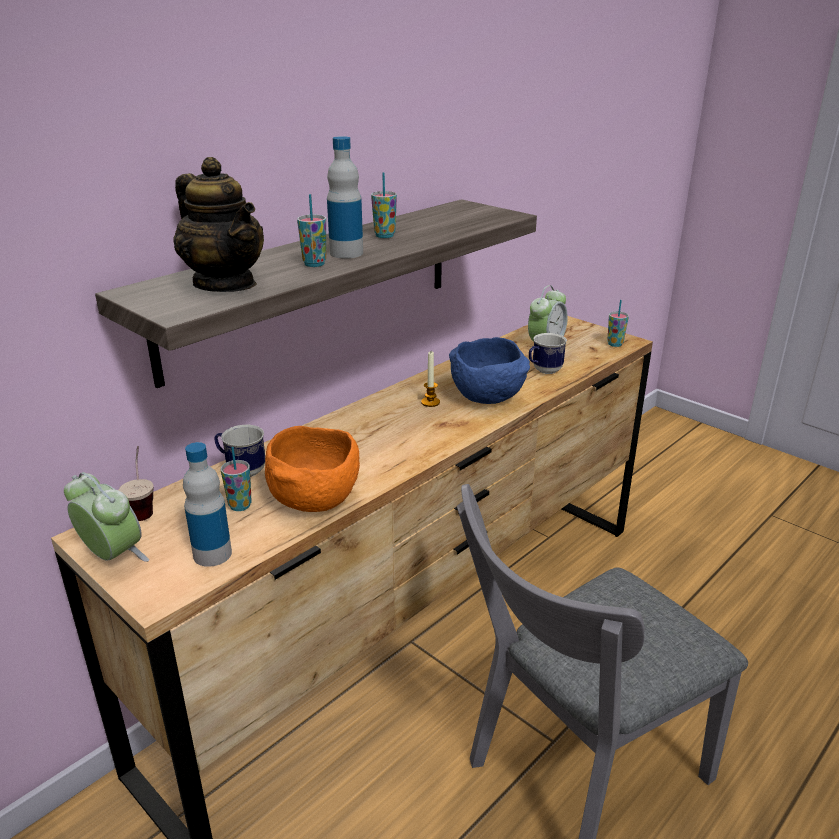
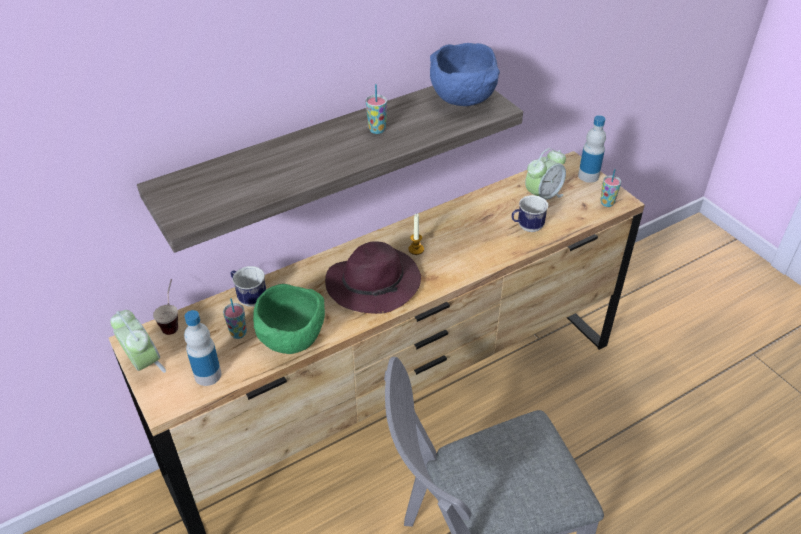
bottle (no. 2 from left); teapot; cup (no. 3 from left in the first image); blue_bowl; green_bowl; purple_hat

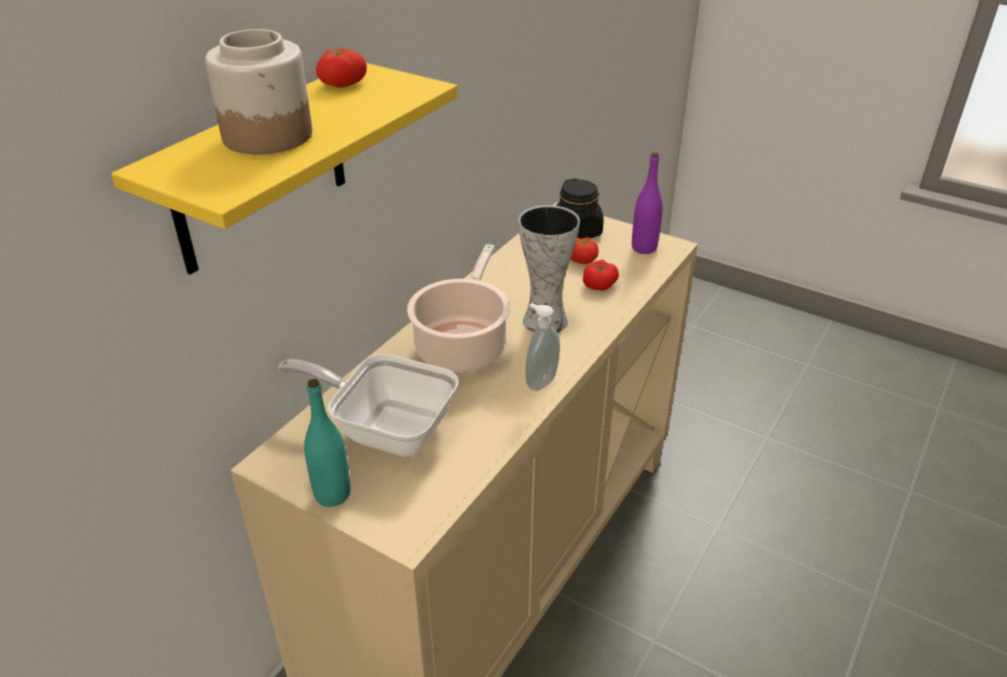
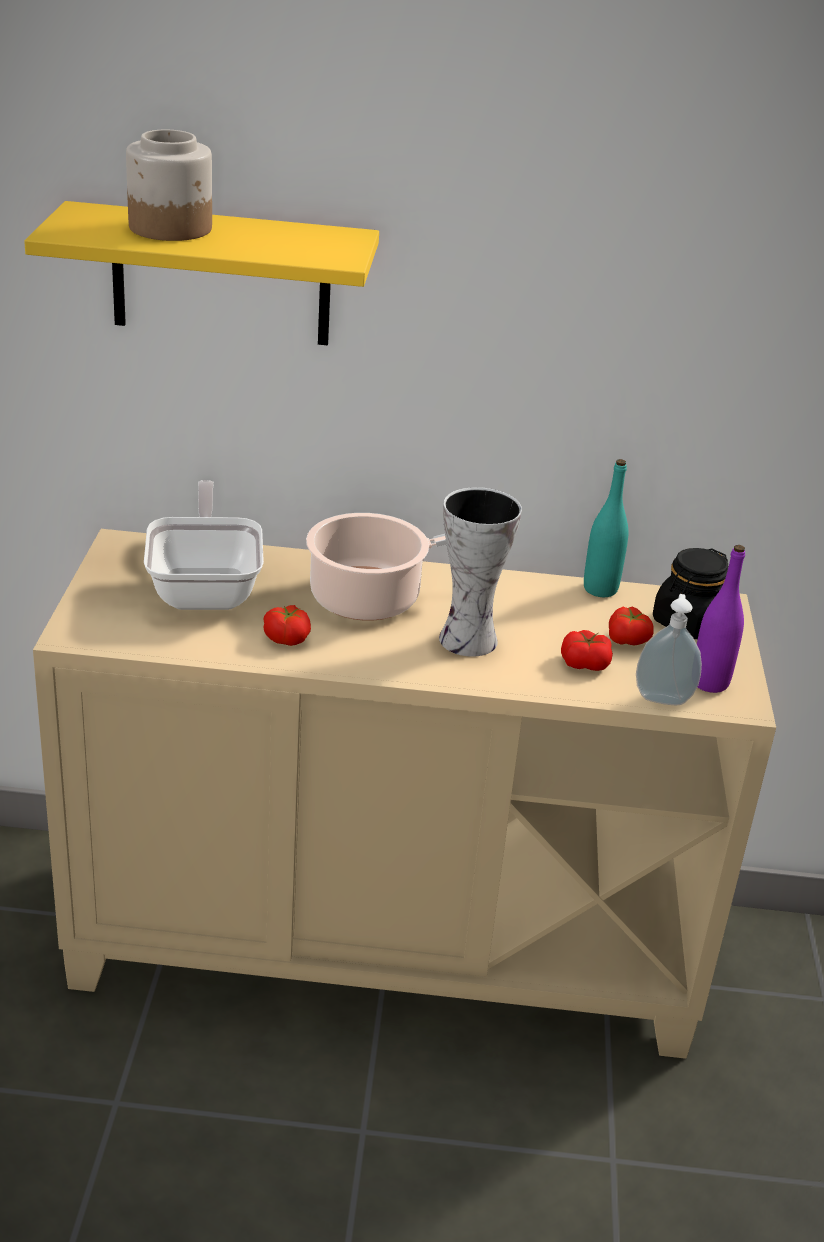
tomato (no. 1 from left); soap_dispenser; turquoise_bottle

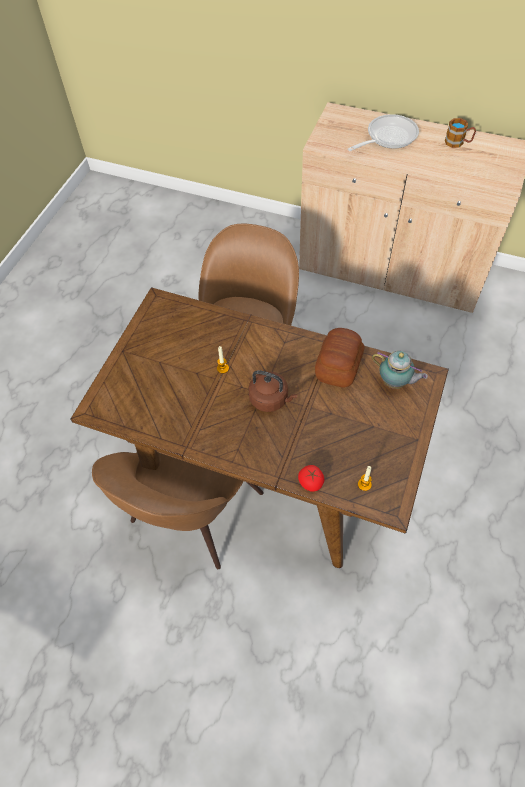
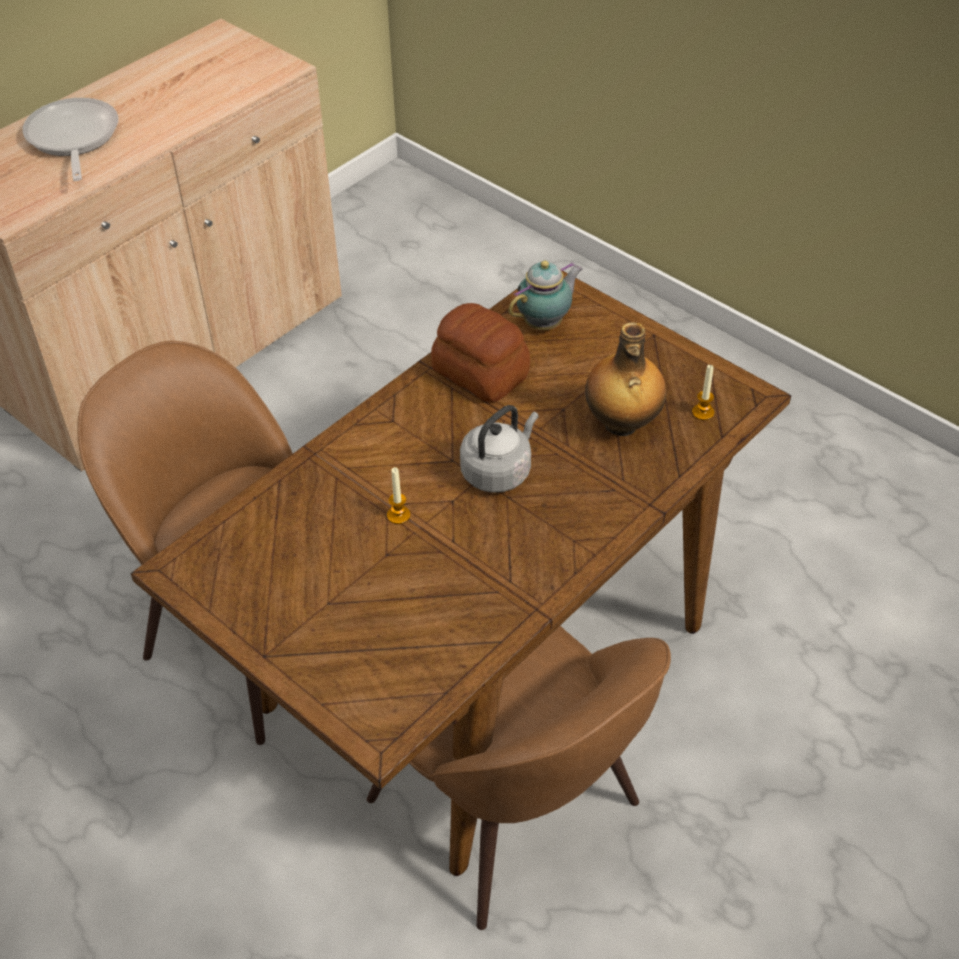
mug; grey_kettle; tomato; bottle

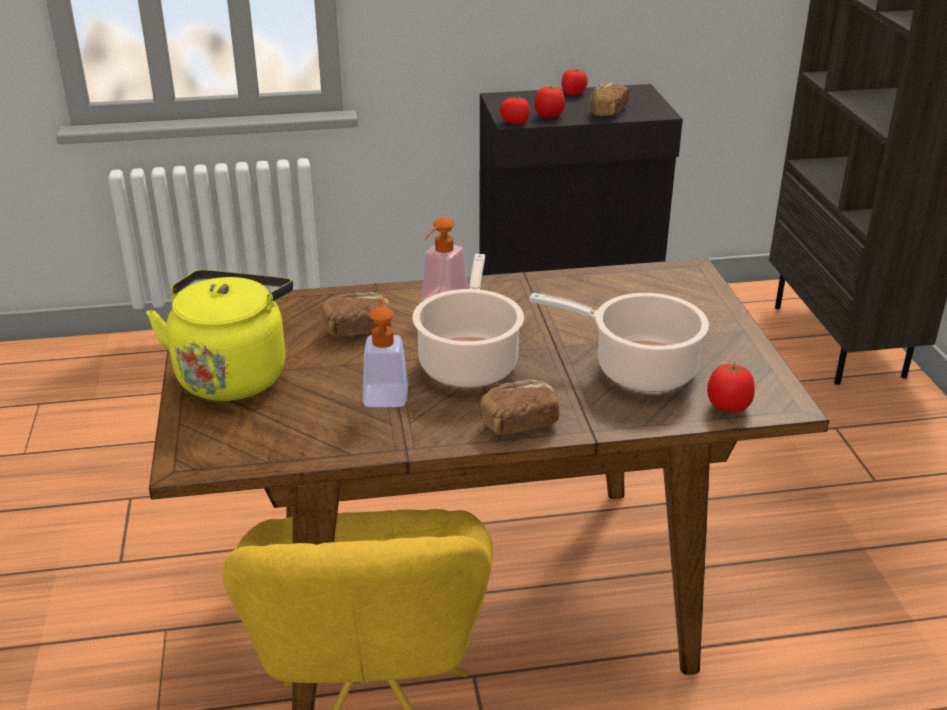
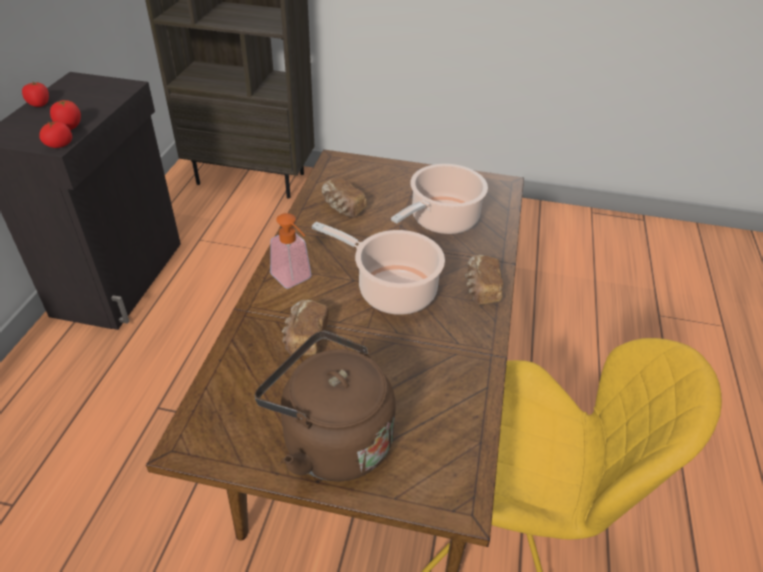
bread (no. 2 from left); brown_kettle; soap_dispenser (no. 1 from left in the first image); tomato (no. 4 from left in the first image)

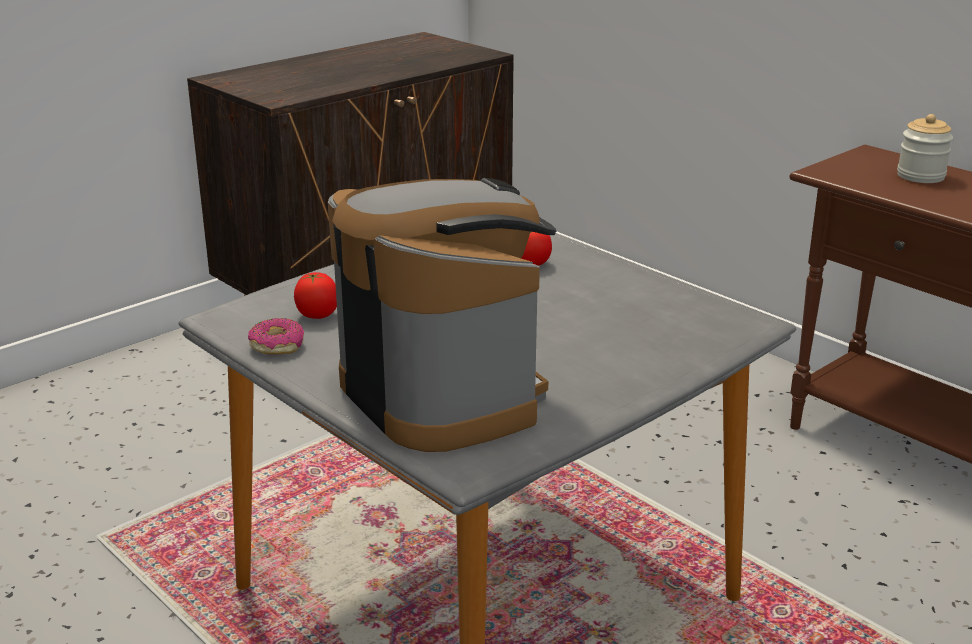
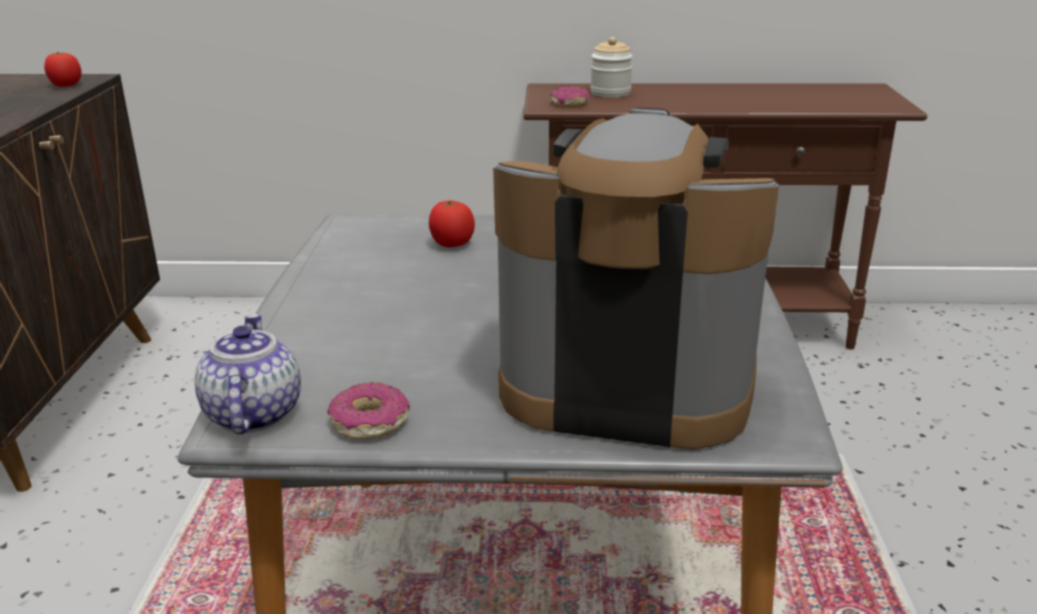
tomato (no. 1 from left); donut (no. 2 from left); teapot

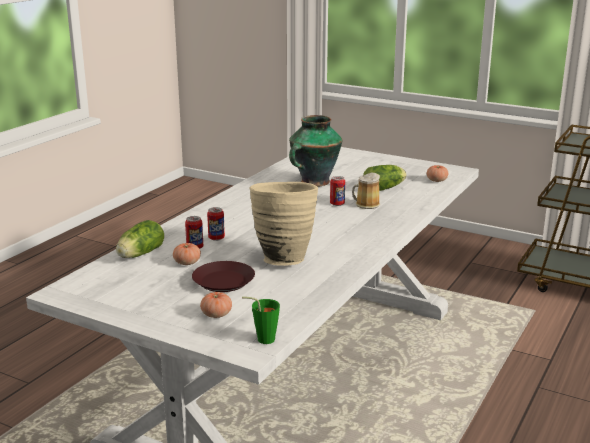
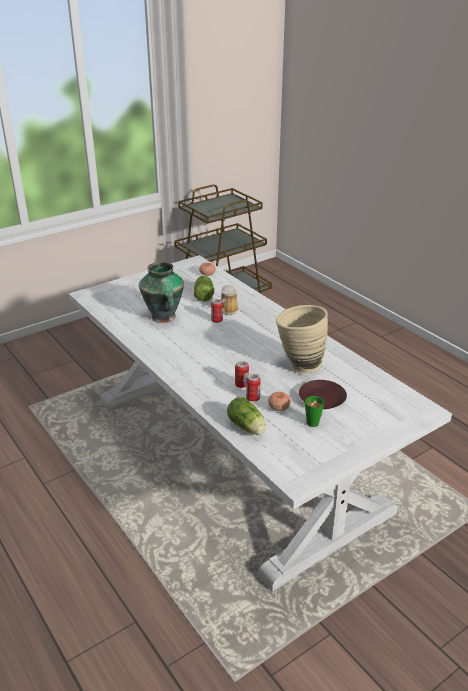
tomato (no. 2 from left in the first image); green_cup

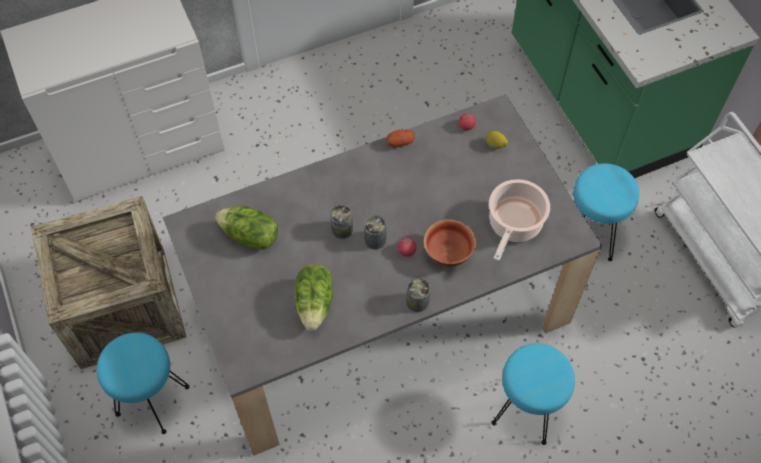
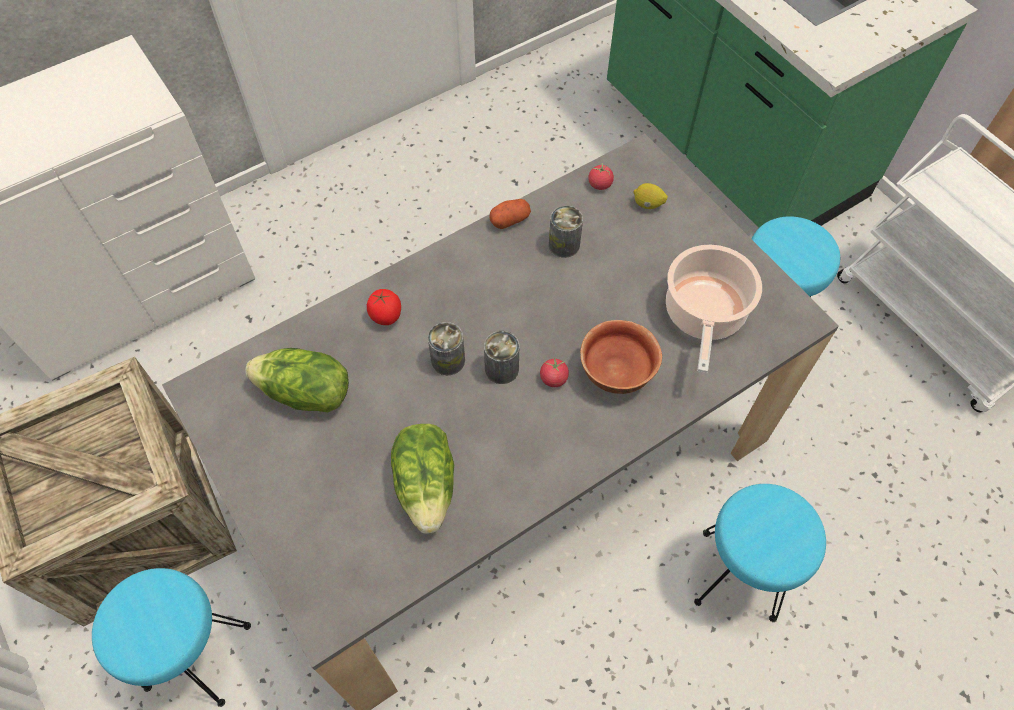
can (no. 3 from left); tomato (no. 1 from left)

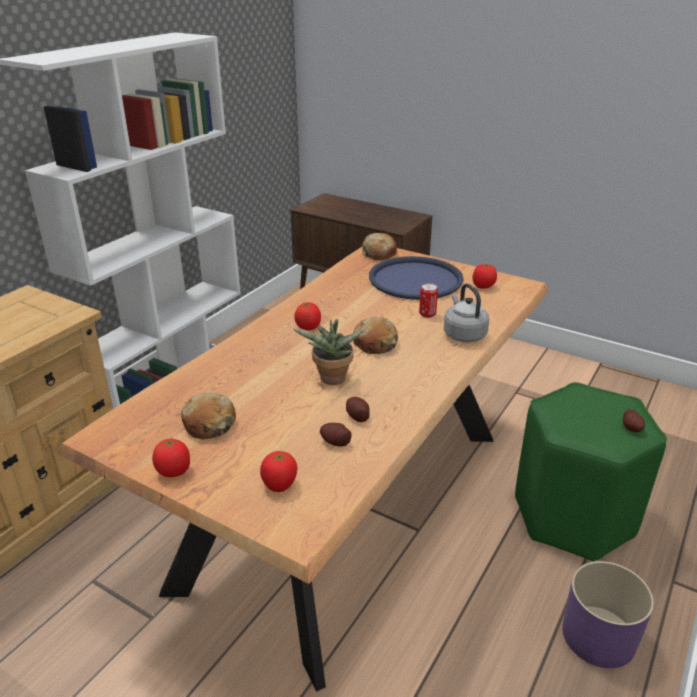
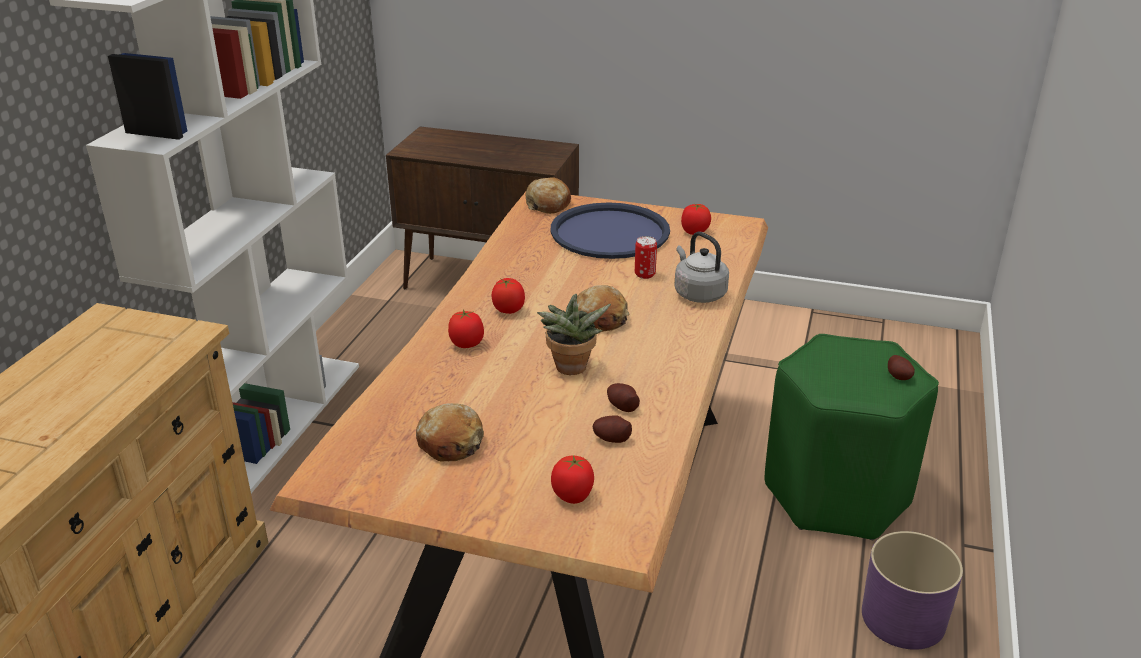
tomato (no. 1 from left)

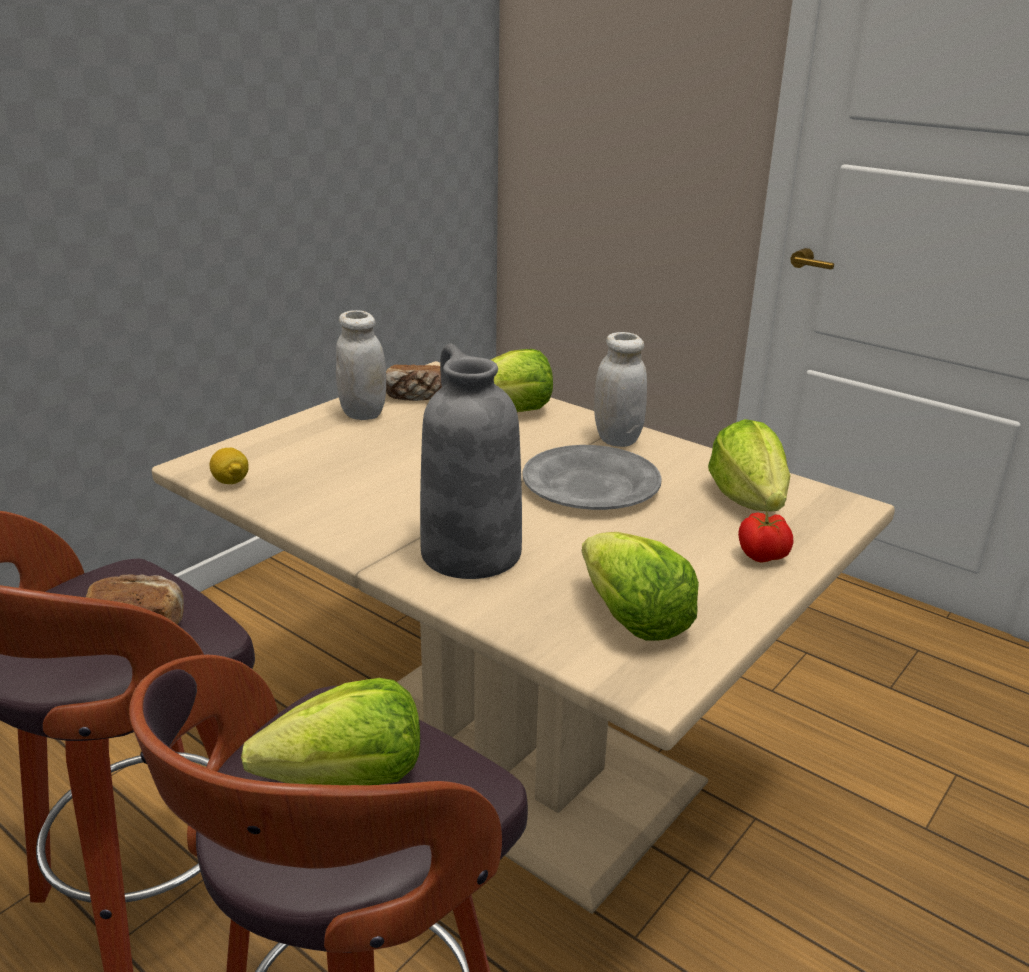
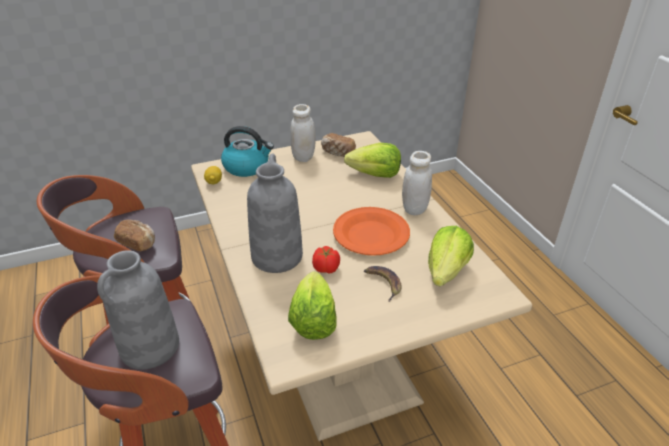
orange_plate; tomato; grey_vase (no. 1 from left); kettle; banana

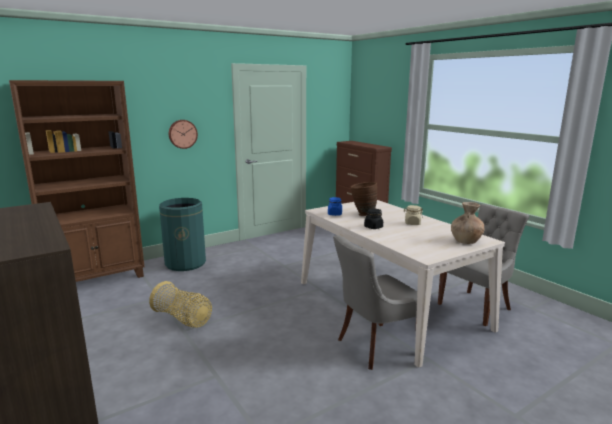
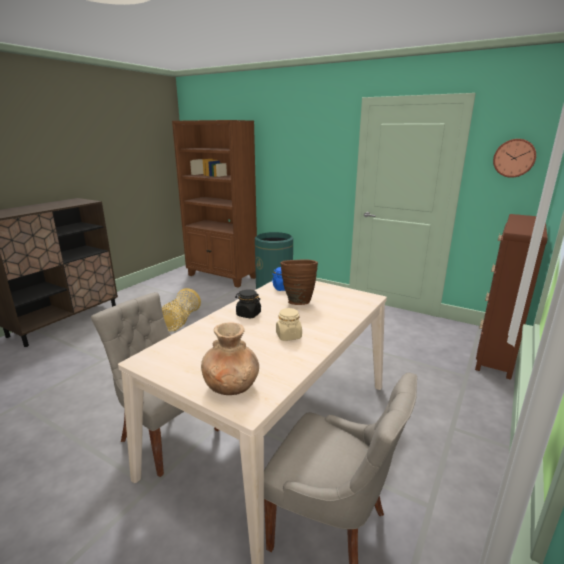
wall_clock

